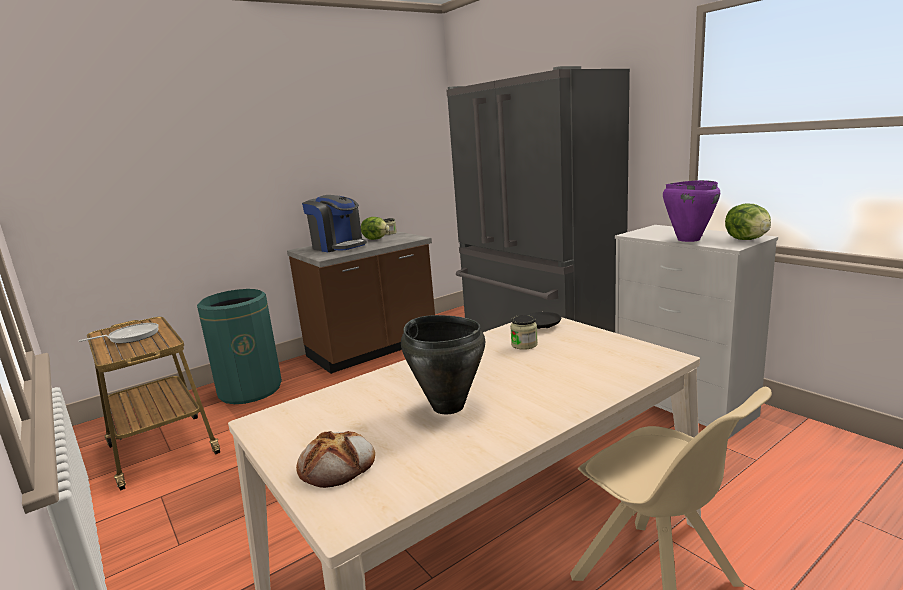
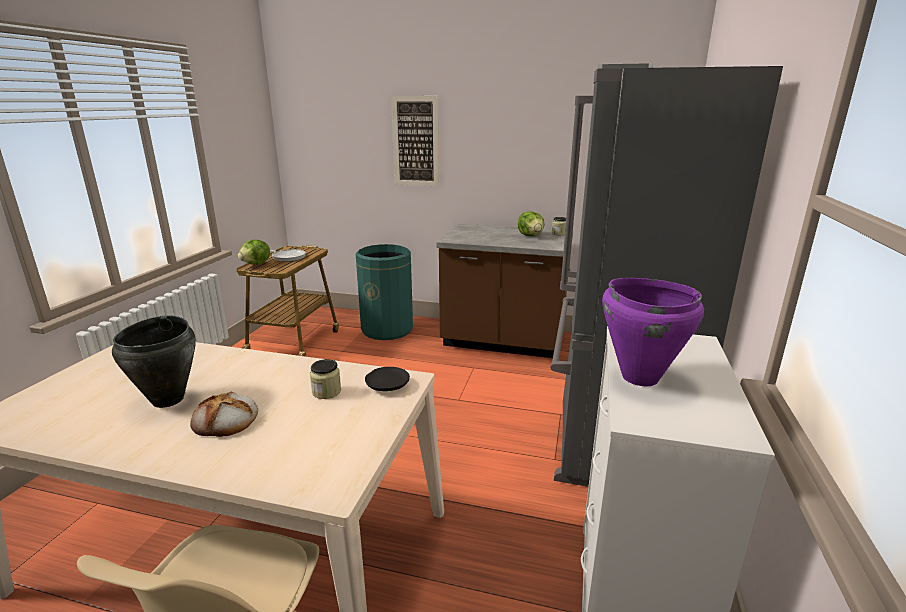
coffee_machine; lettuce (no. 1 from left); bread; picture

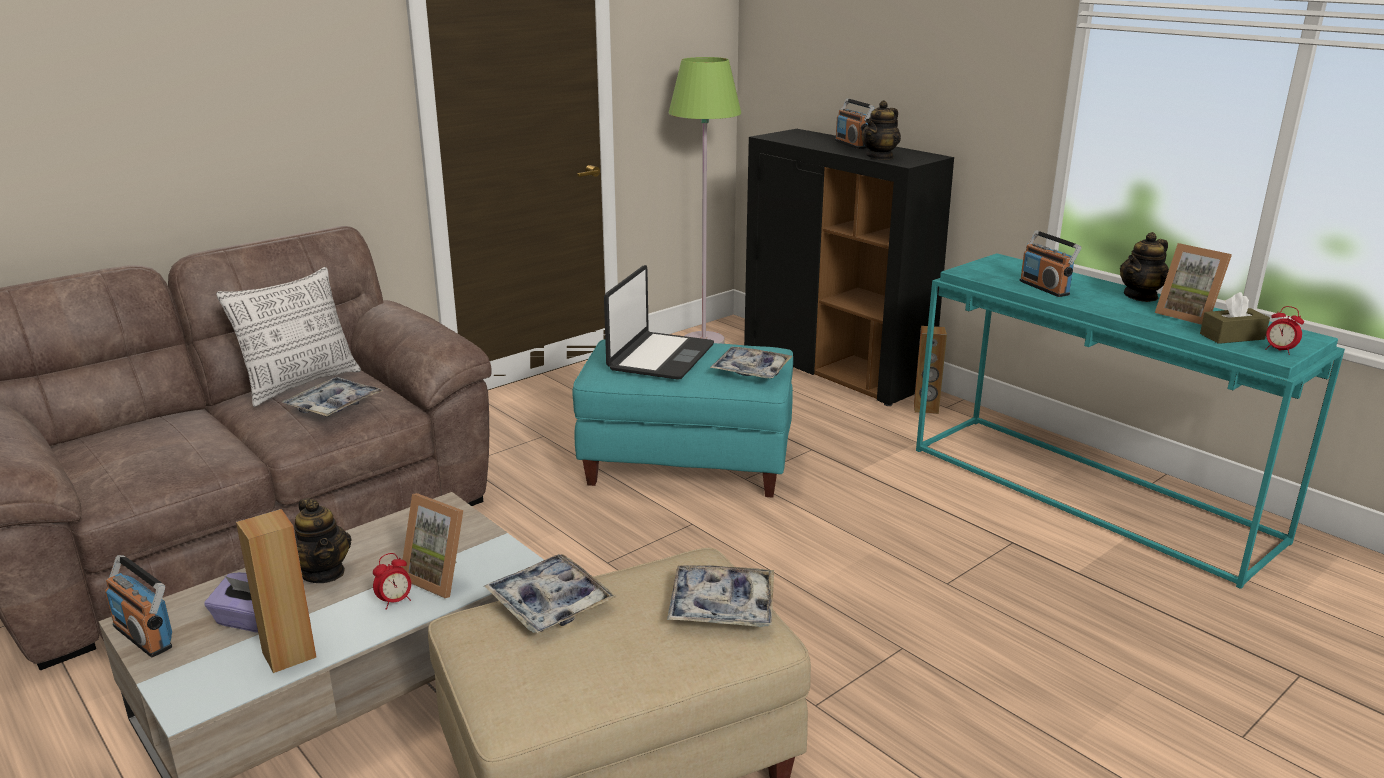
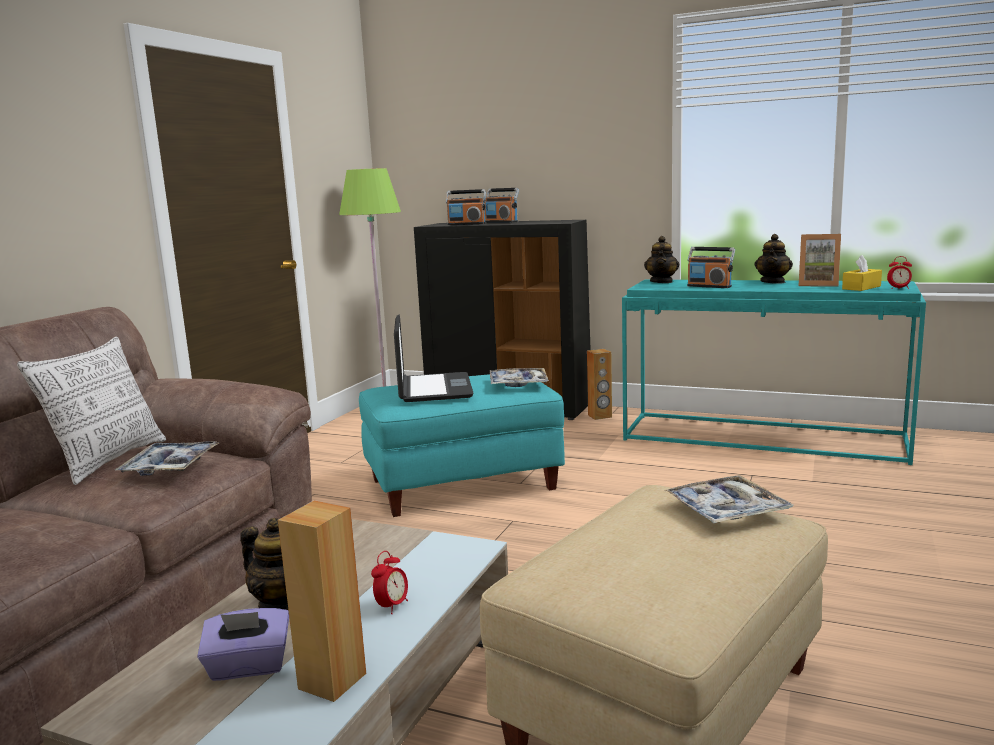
teapot (no. 2 from left); yellow_tissue_box; picture_frame (no. 1 from left in the first image); tray (no. 2 from left in the first image); radio (no. 1 from left)

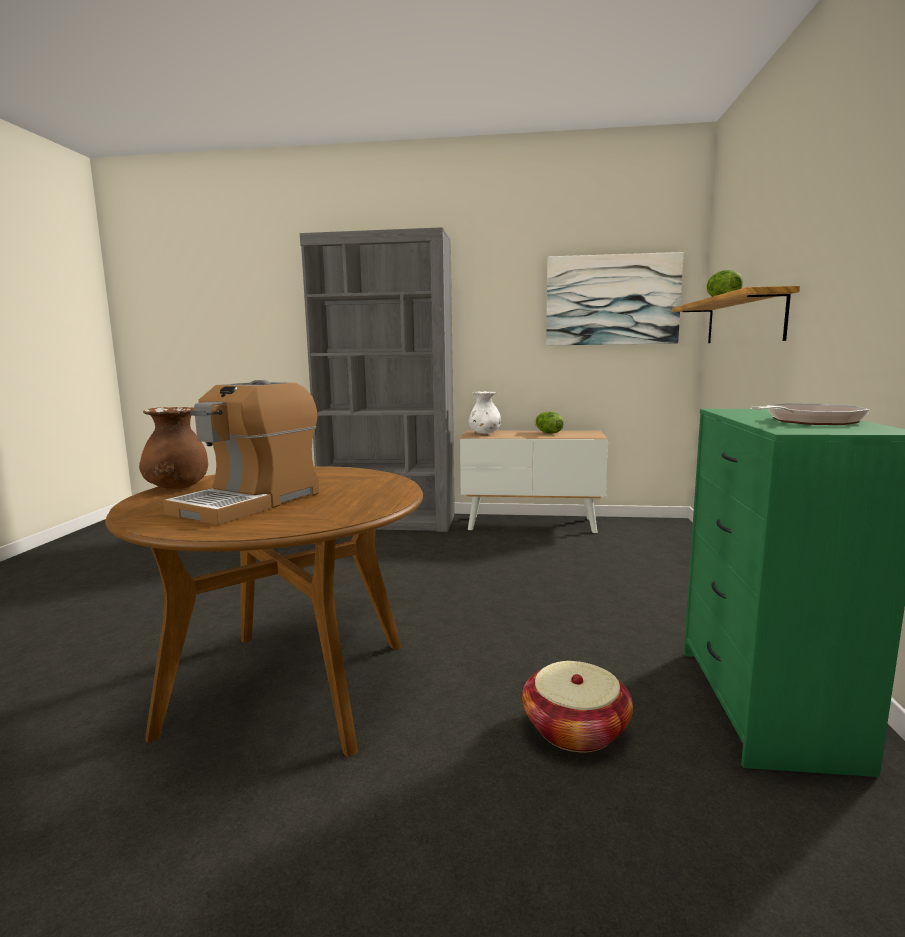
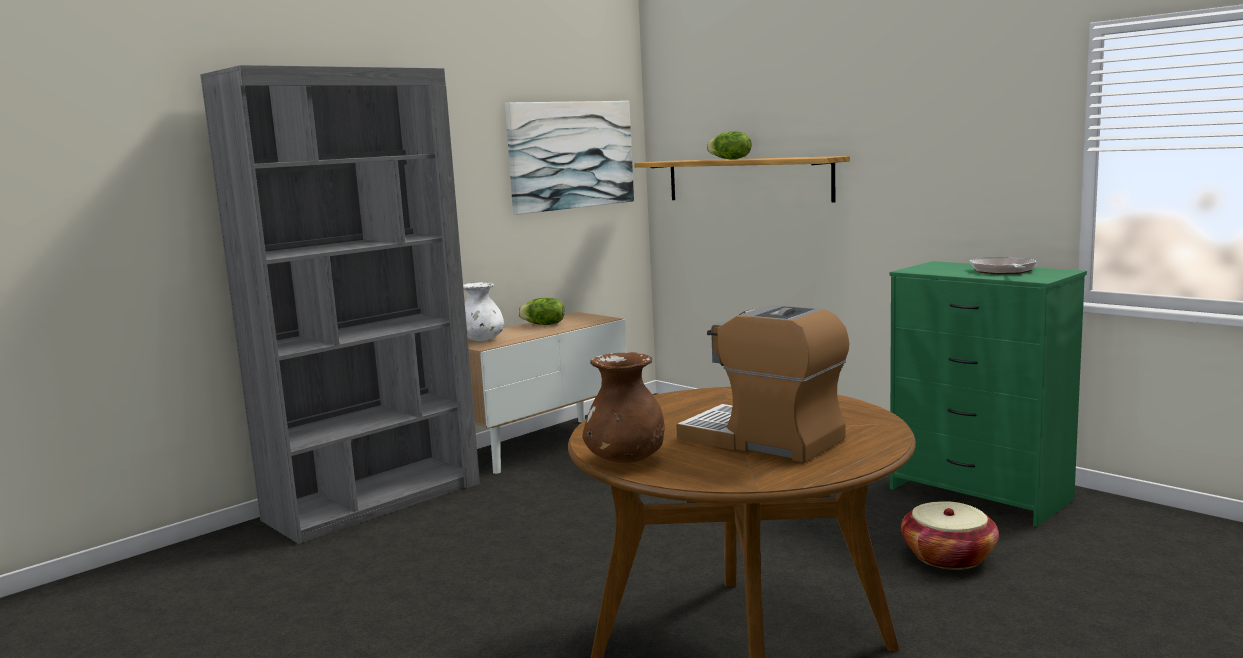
coffee_machine

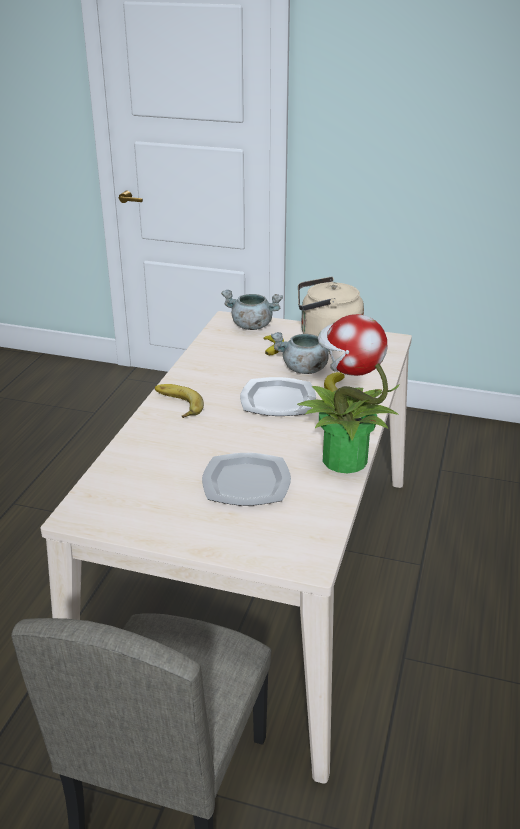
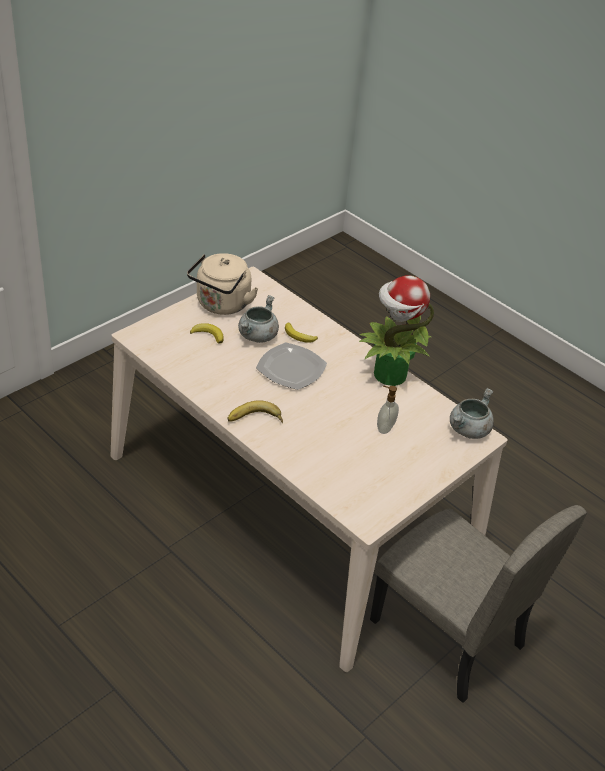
grey_cooking_pot (no. 2 from left); soap_dispenser

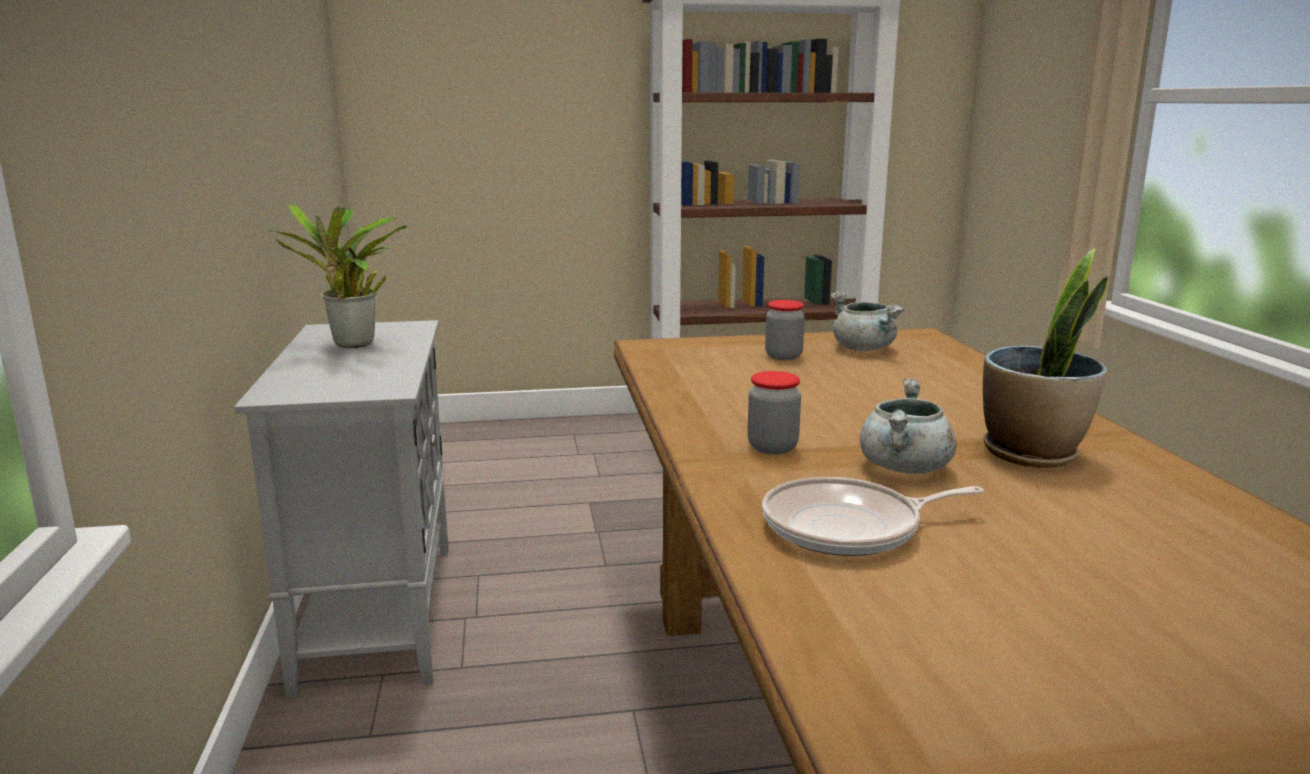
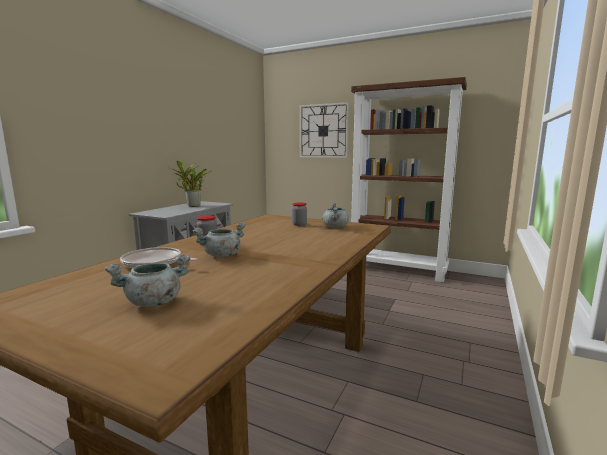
potted_plant (no. 2 from left in the first image); wall_clock; grey_cooking_pot (no. 1 from left)

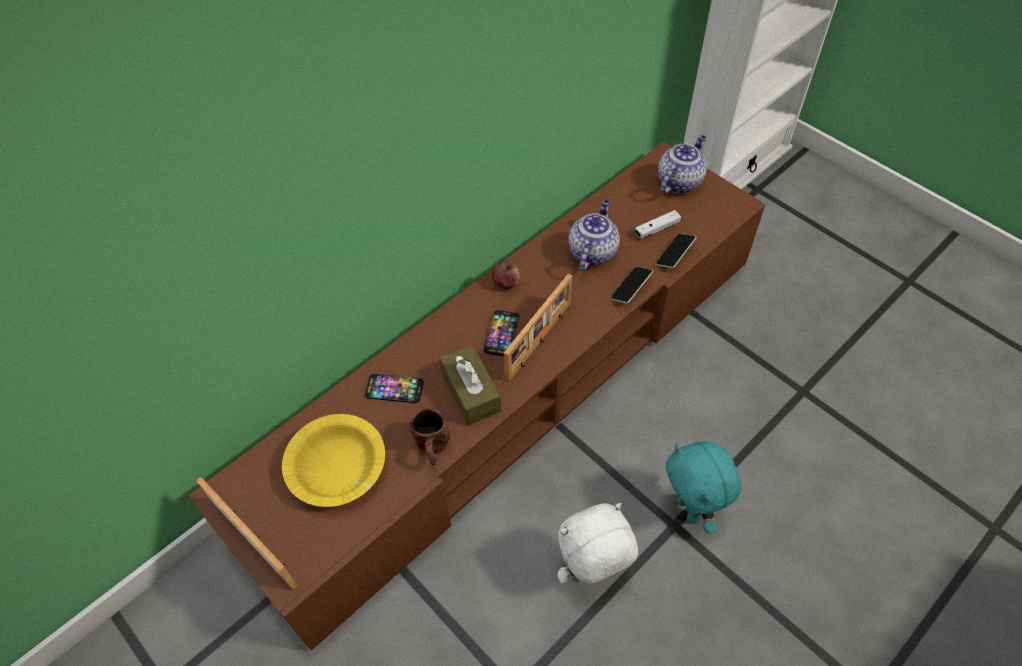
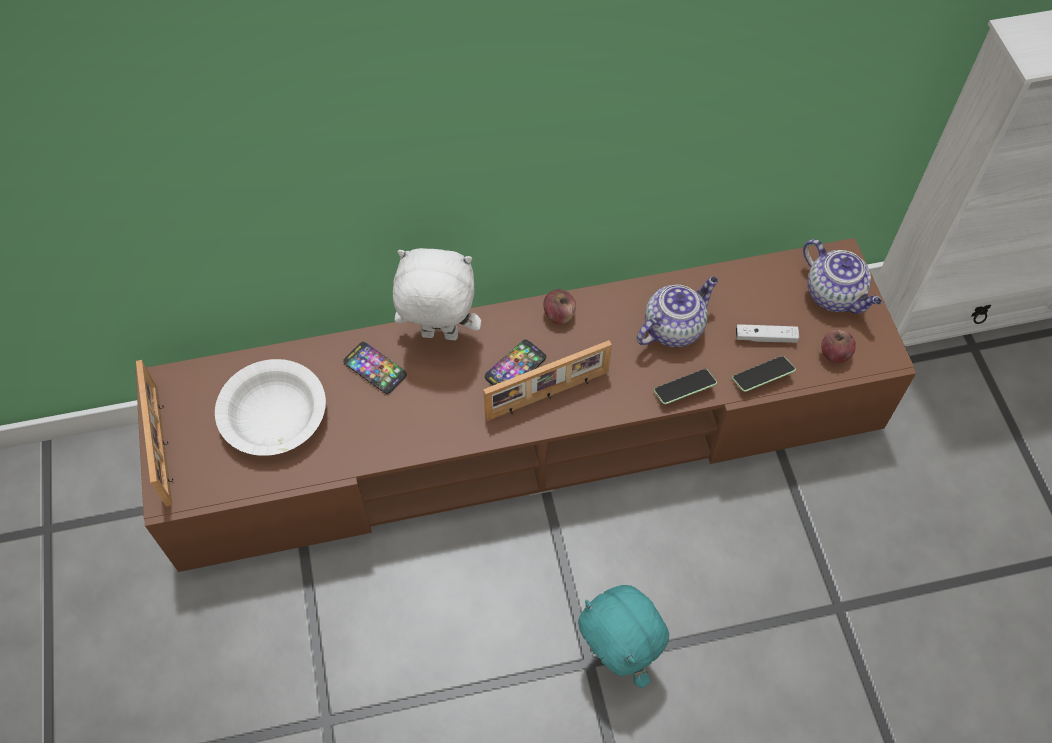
teapot (no. 2 from left); brown_tissue_box; brown_mug; white_bowl; turquoise_plush_toy; white_plush_toy; apple (no. 2 from left)

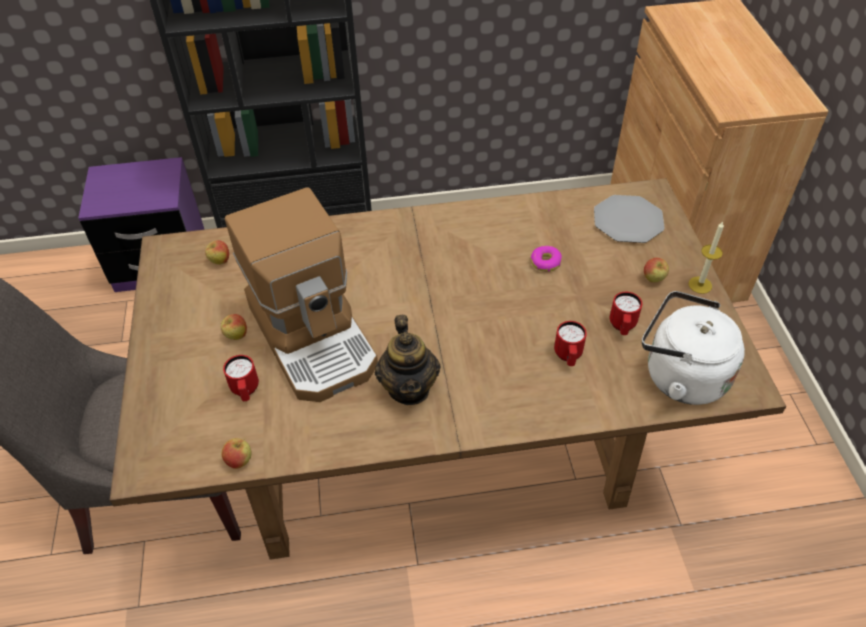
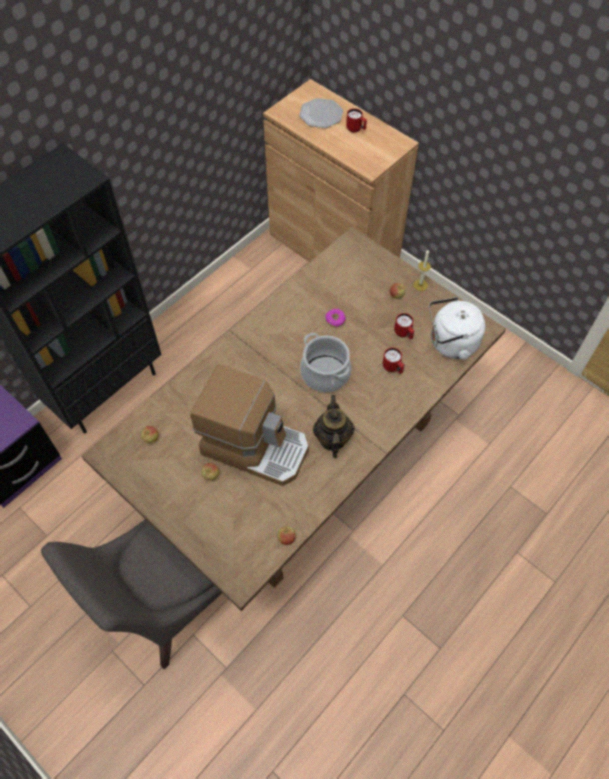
plate; teapot; red_mug (no. 1 from left); cooking_pot

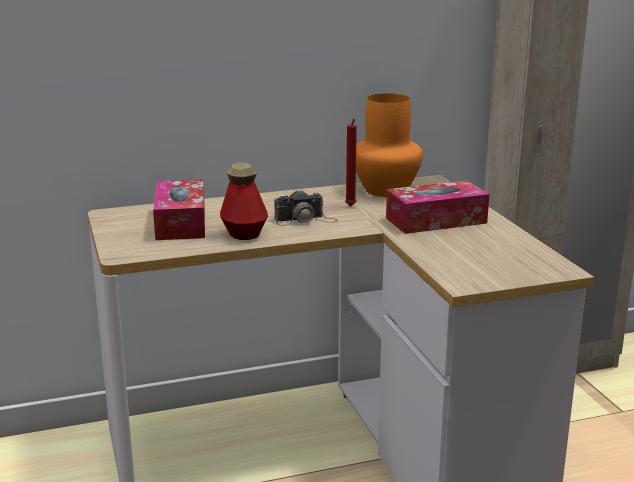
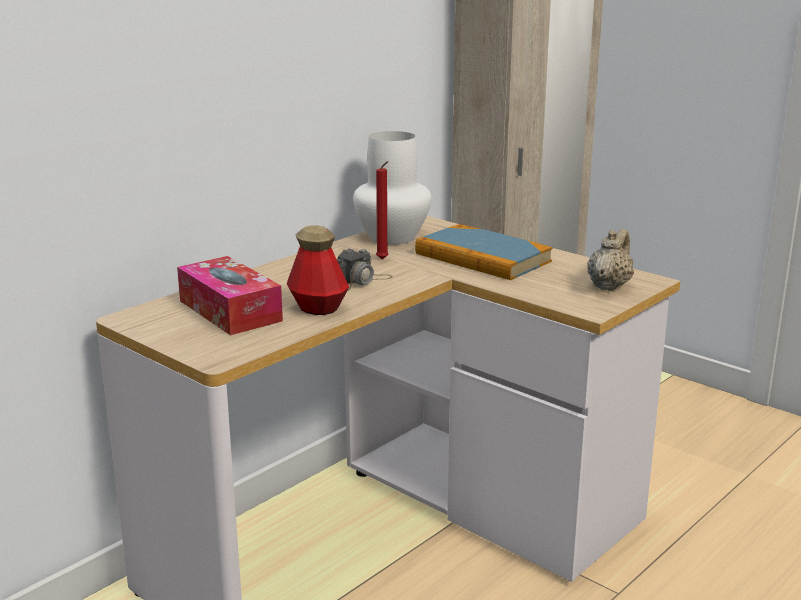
white_vase; book; beige_teapot

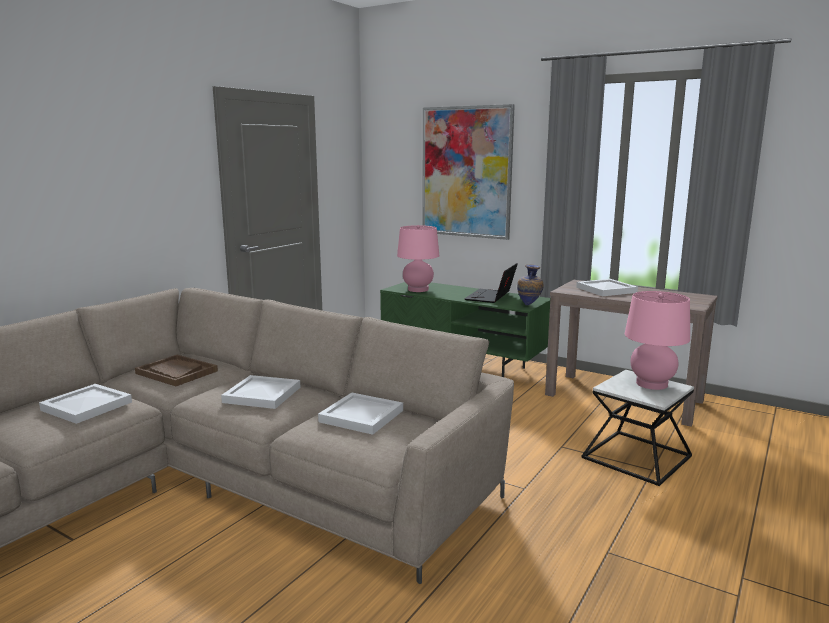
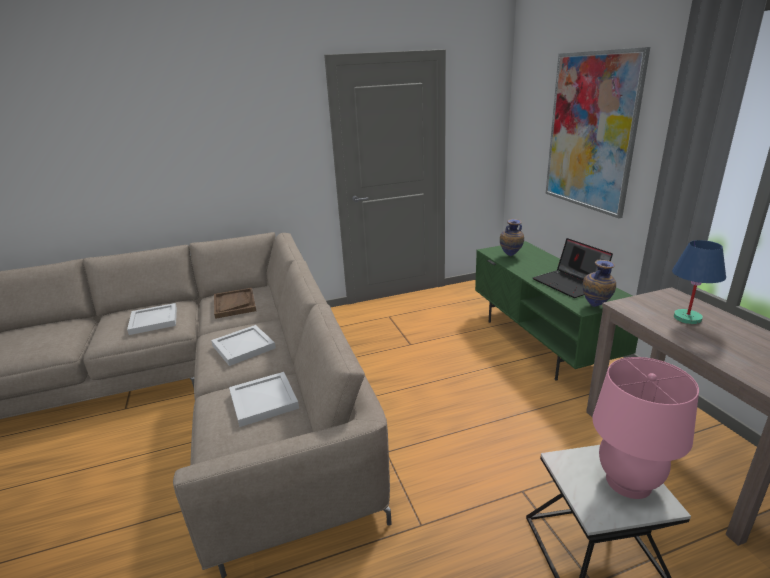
vase (no. 1 from left); laptop; blue_table_lamp

